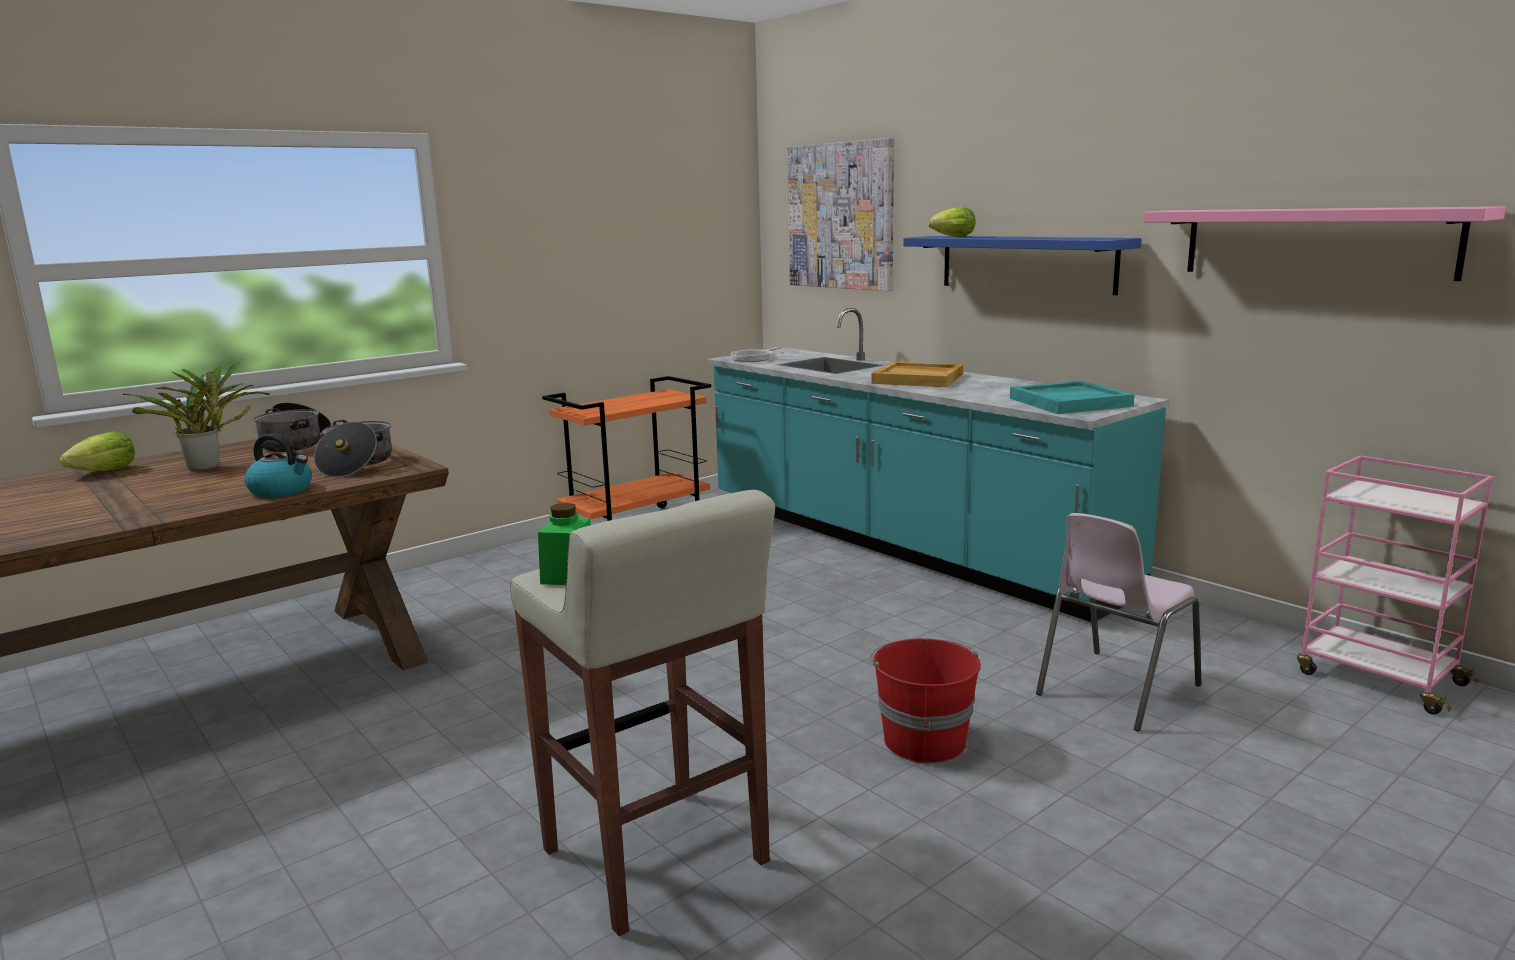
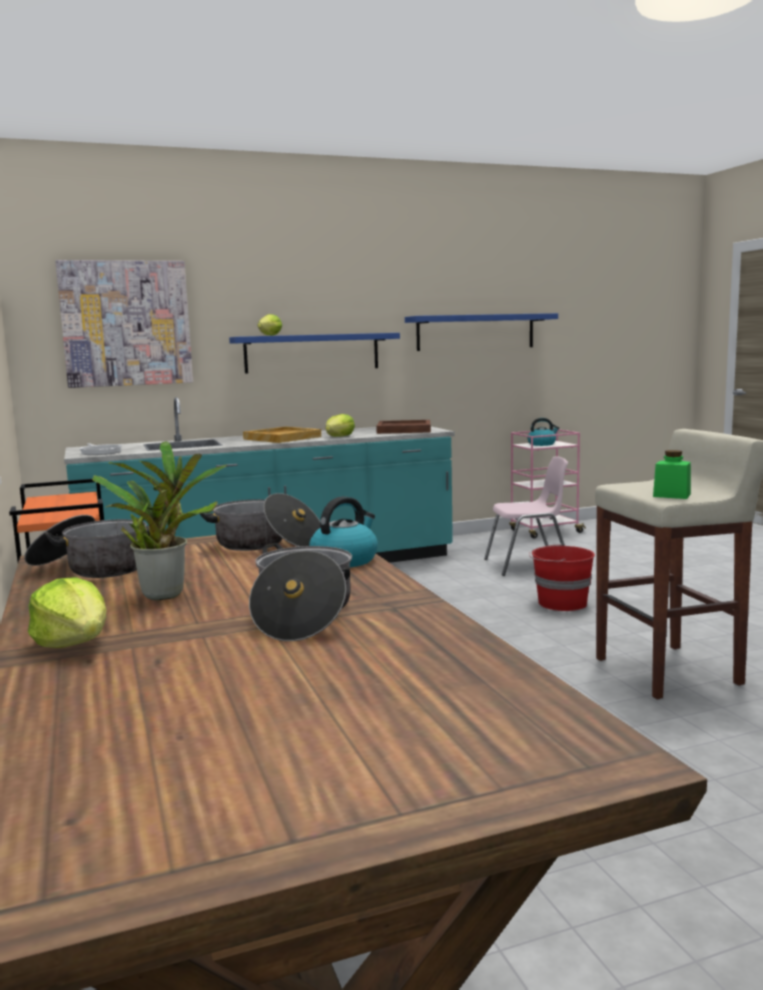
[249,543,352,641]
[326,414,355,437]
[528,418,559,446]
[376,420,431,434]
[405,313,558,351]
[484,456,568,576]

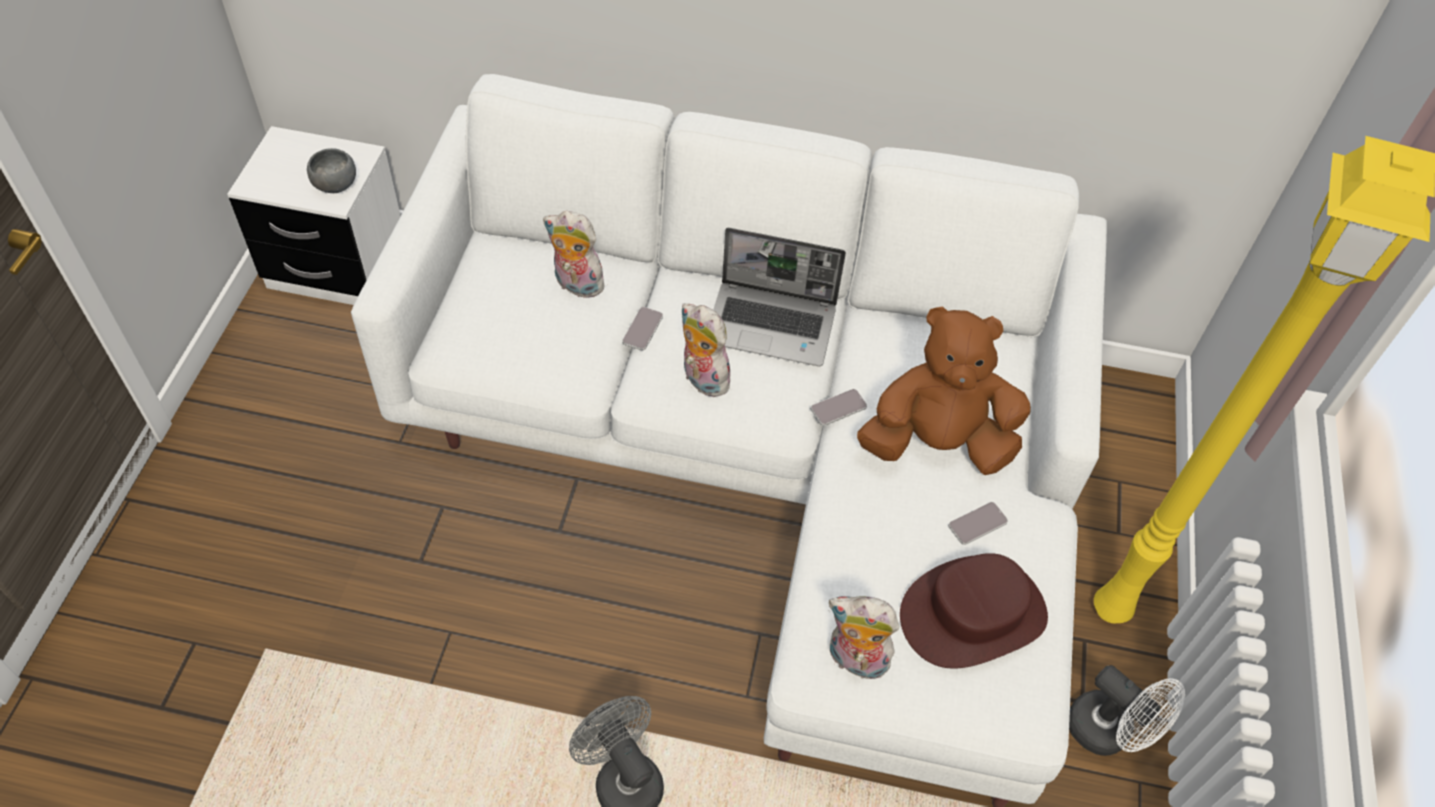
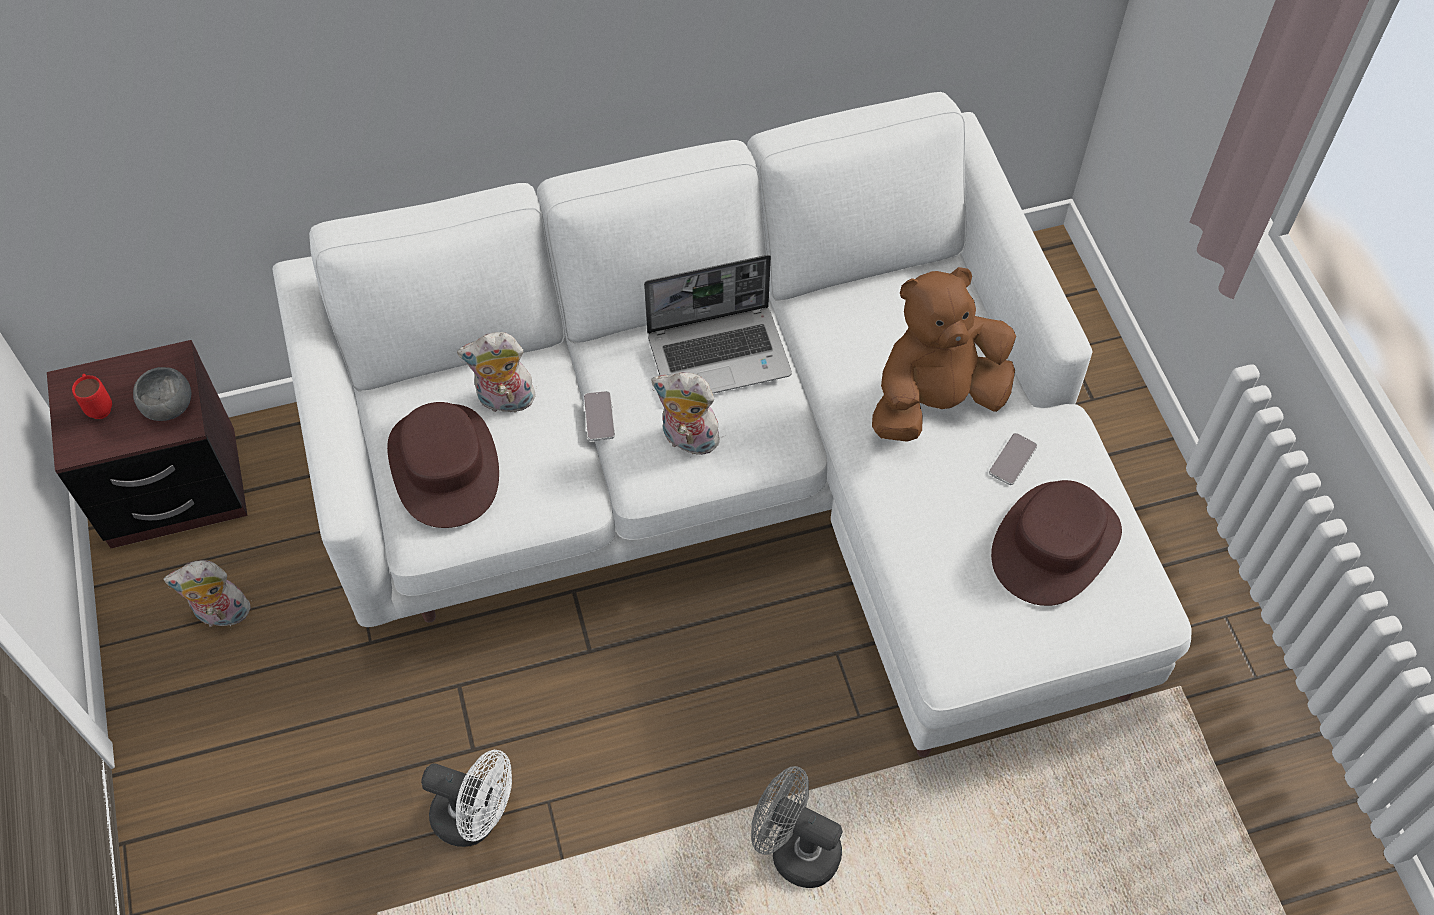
[811,389,867,426] (first image)
[1094,136,1435,623] (first image)
[72,374,112,419]
[387,402,499,528]
[163,560,252,627]
[421,750,512,847]
[47,340,248,548]

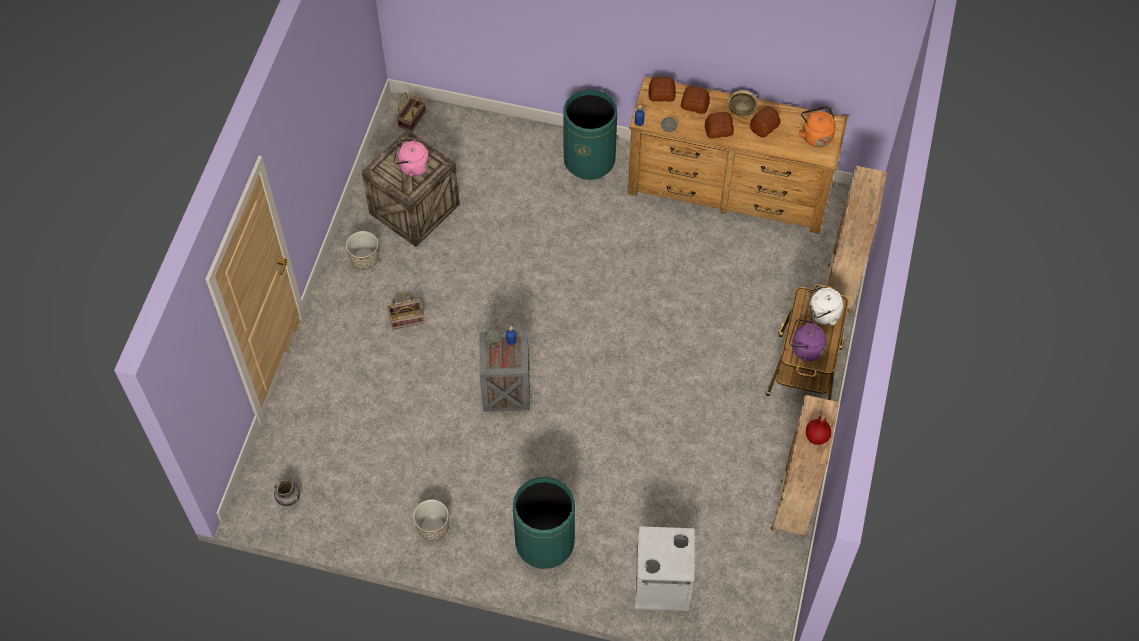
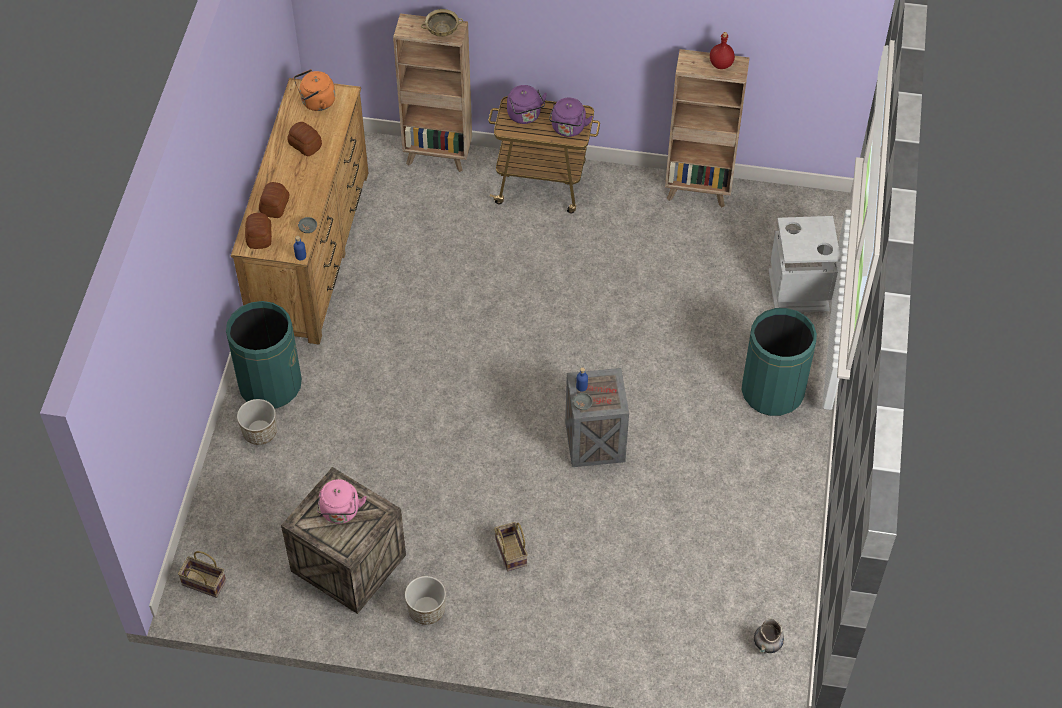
[705,112,734,139] (first image)
[237,399,277,445]
[421,9,463,37]
[507,85,547,124]

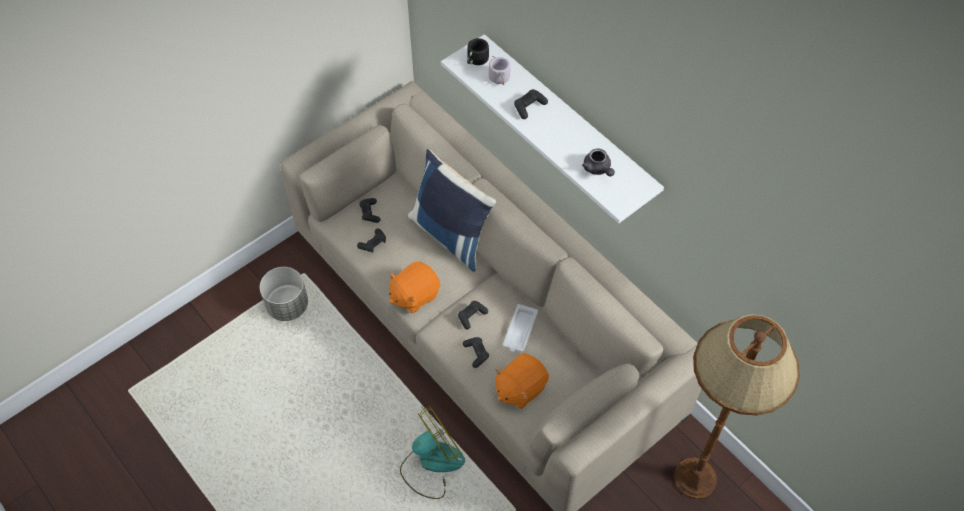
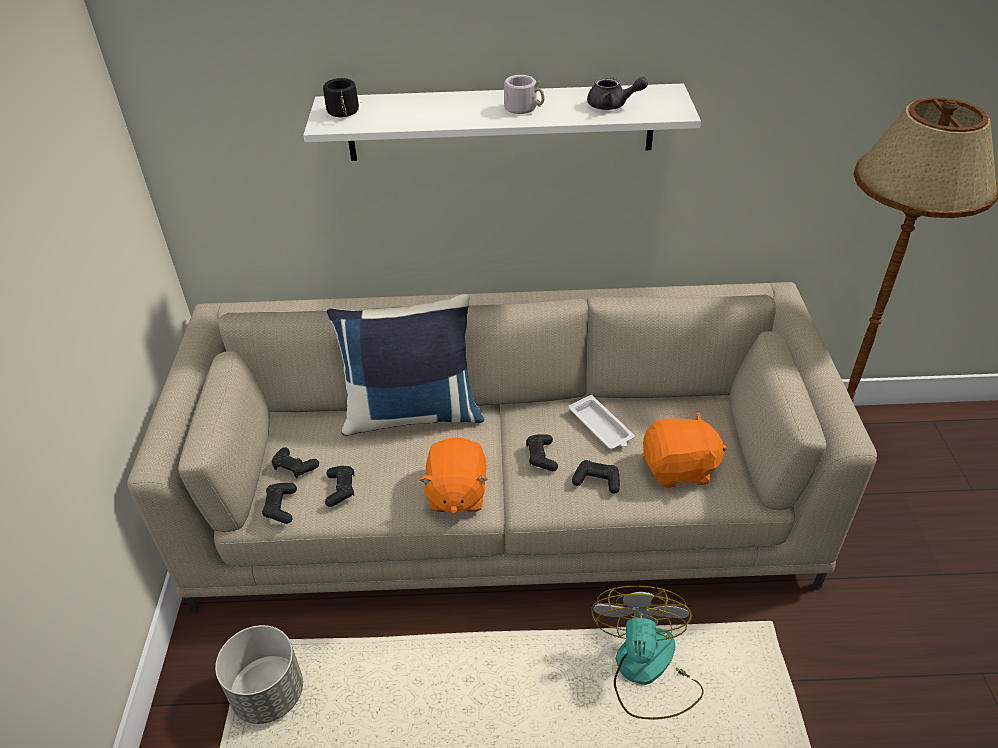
[504,75,545,114]
[262,483,297,524]
[642,412,727,488]

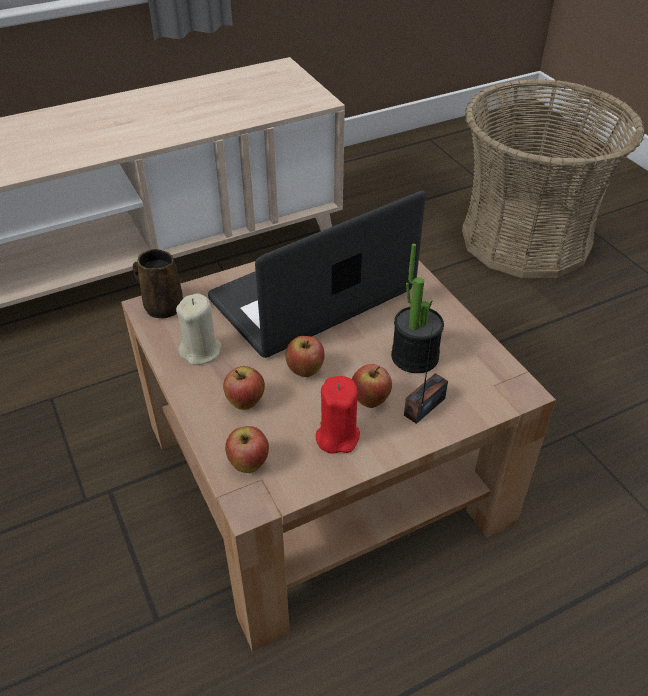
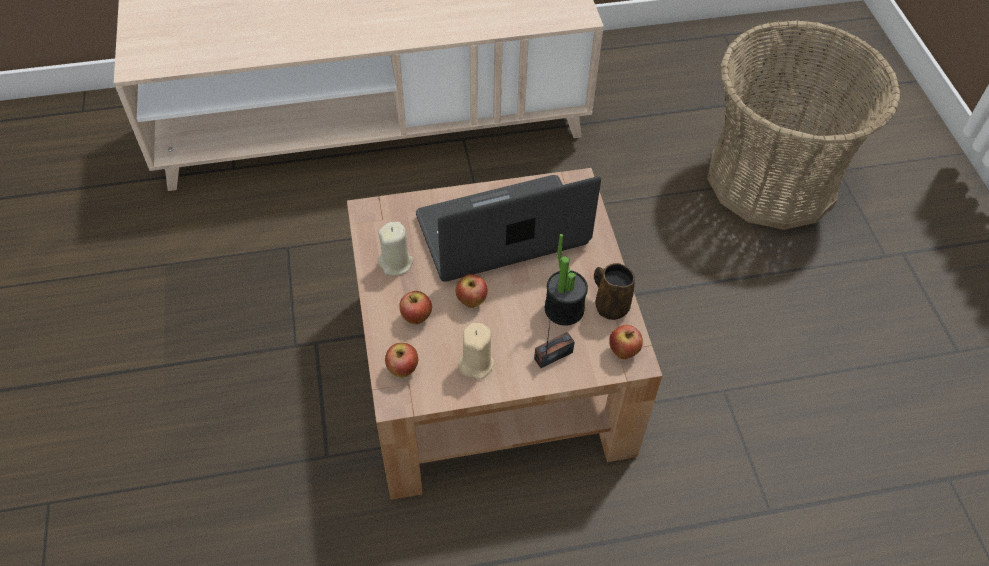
[594,263,635,320]
[609,325,643,359]
[459,323,494,379]

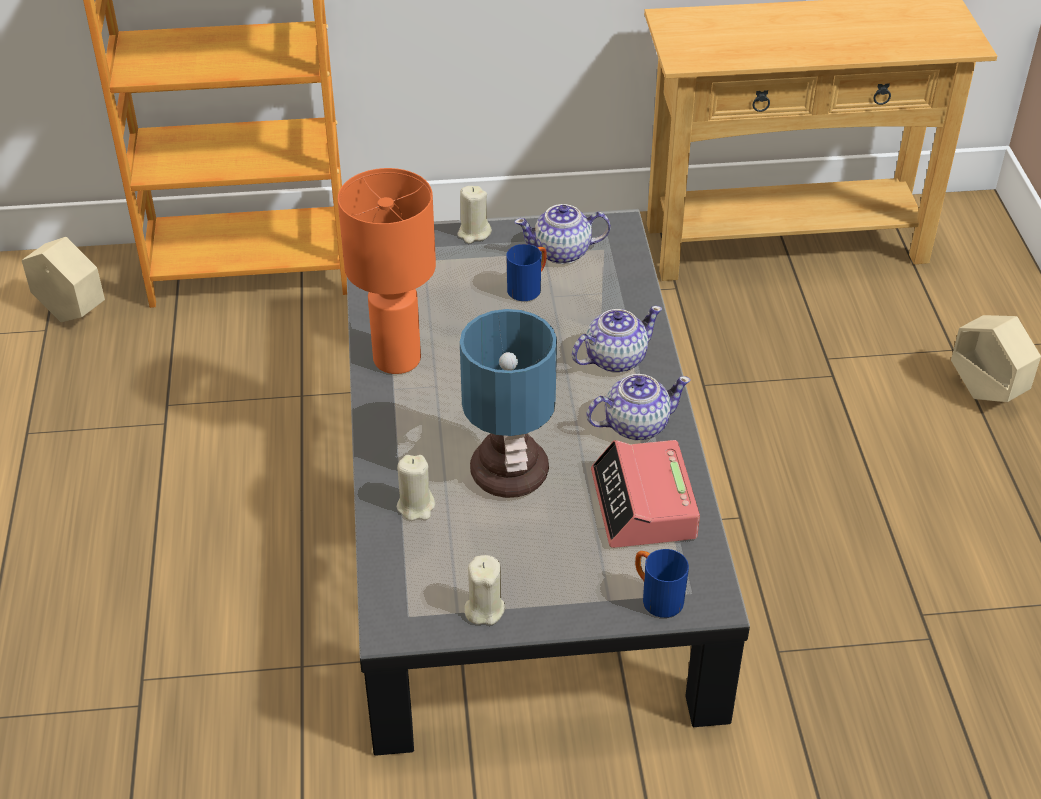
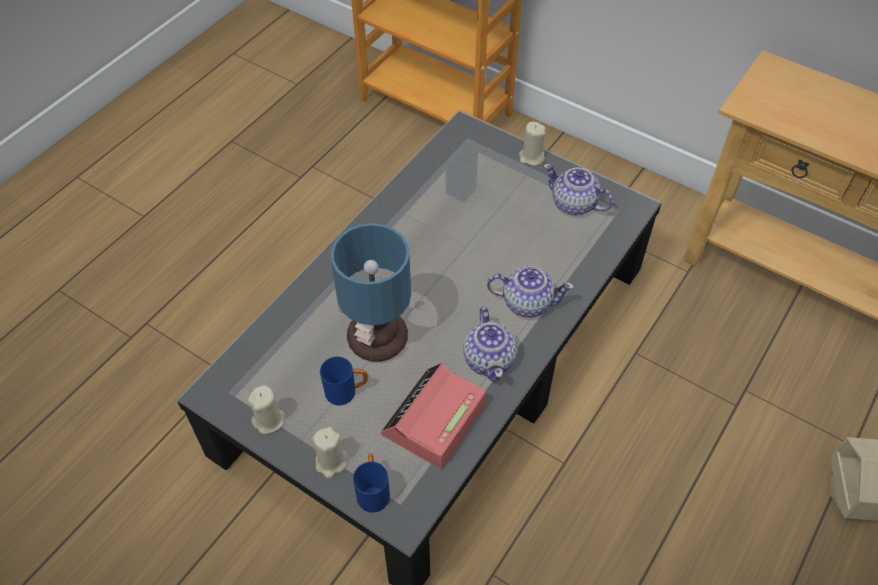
[22,237,105,322] (first image)
[338,168,436,374] (first image)
[313,427,348,479]
[320,357,368,405]
[463,307,517,382]

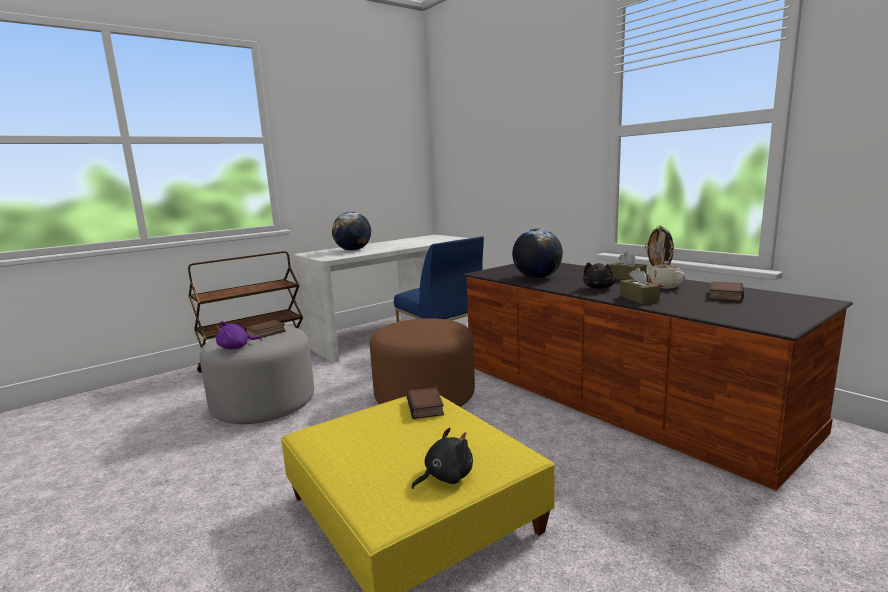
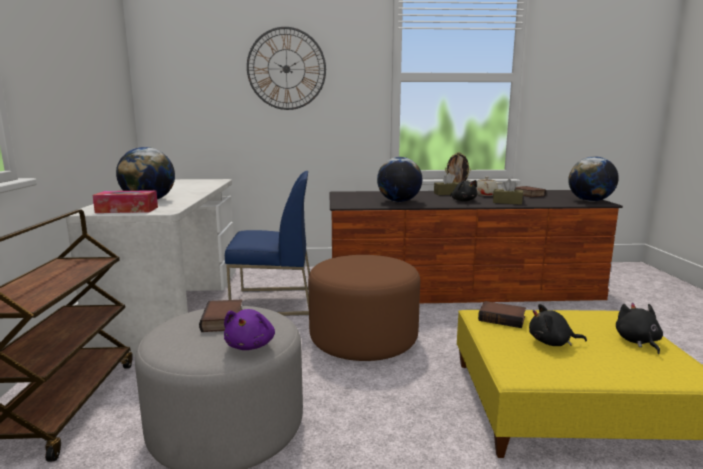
[93,190,158,213]
[247,27,326,110]
[529,304,587,346]
[568,157,619,202]

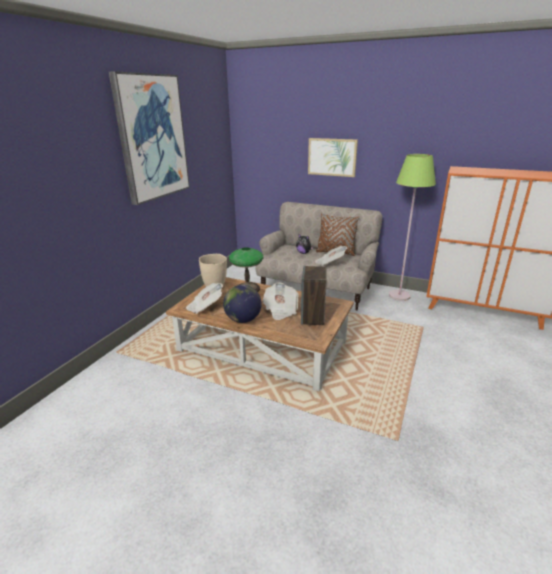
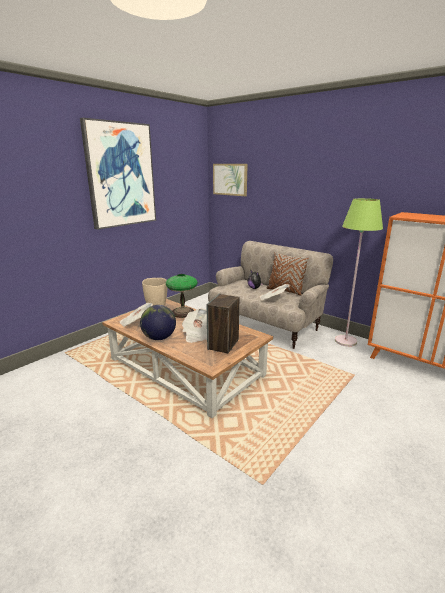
[213,164,248,196]

